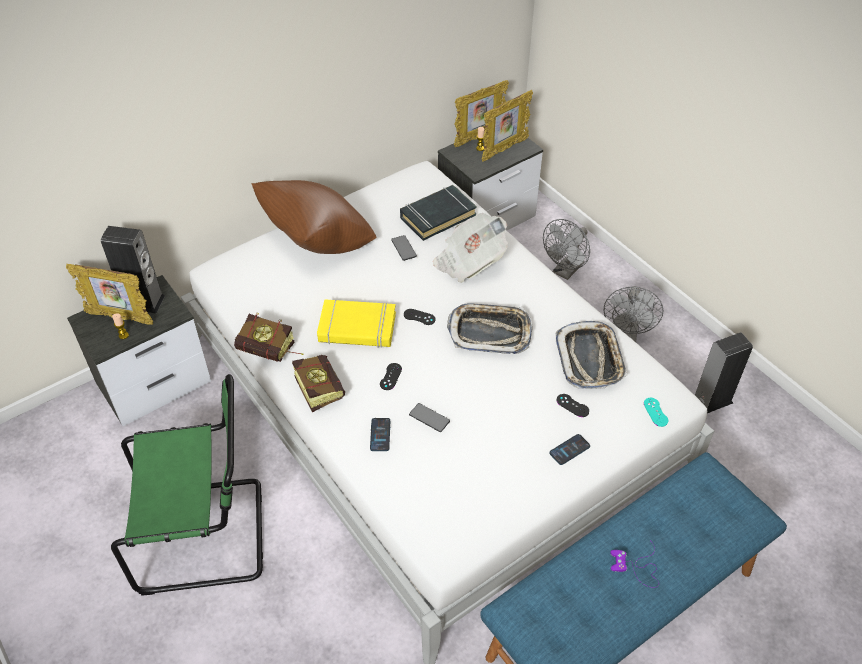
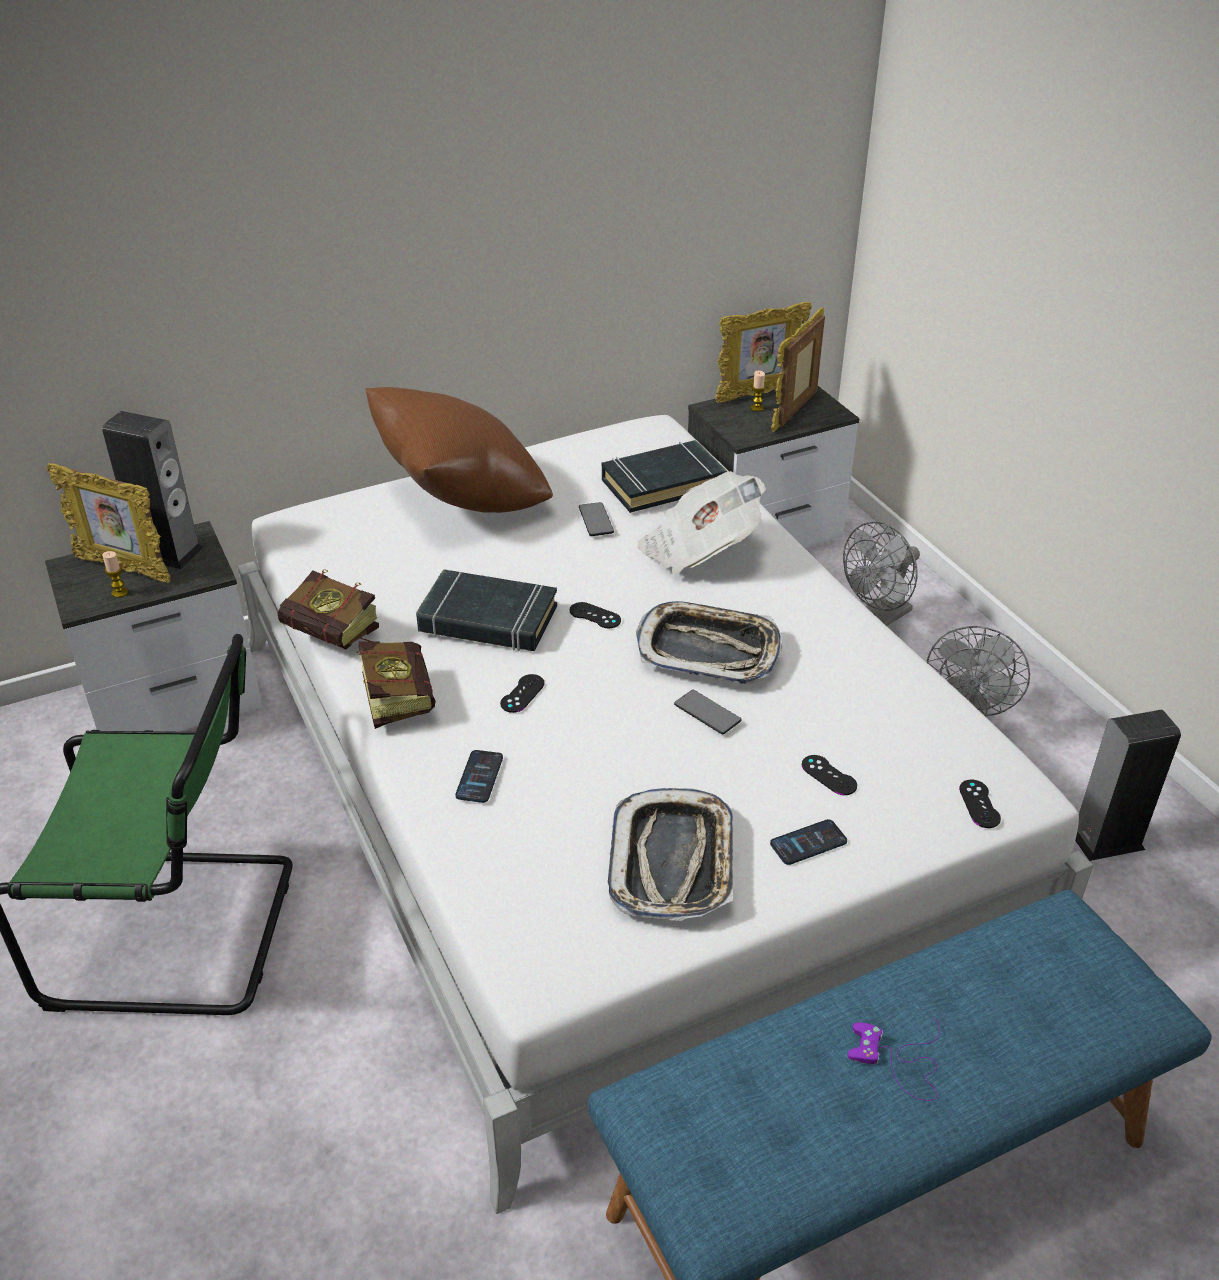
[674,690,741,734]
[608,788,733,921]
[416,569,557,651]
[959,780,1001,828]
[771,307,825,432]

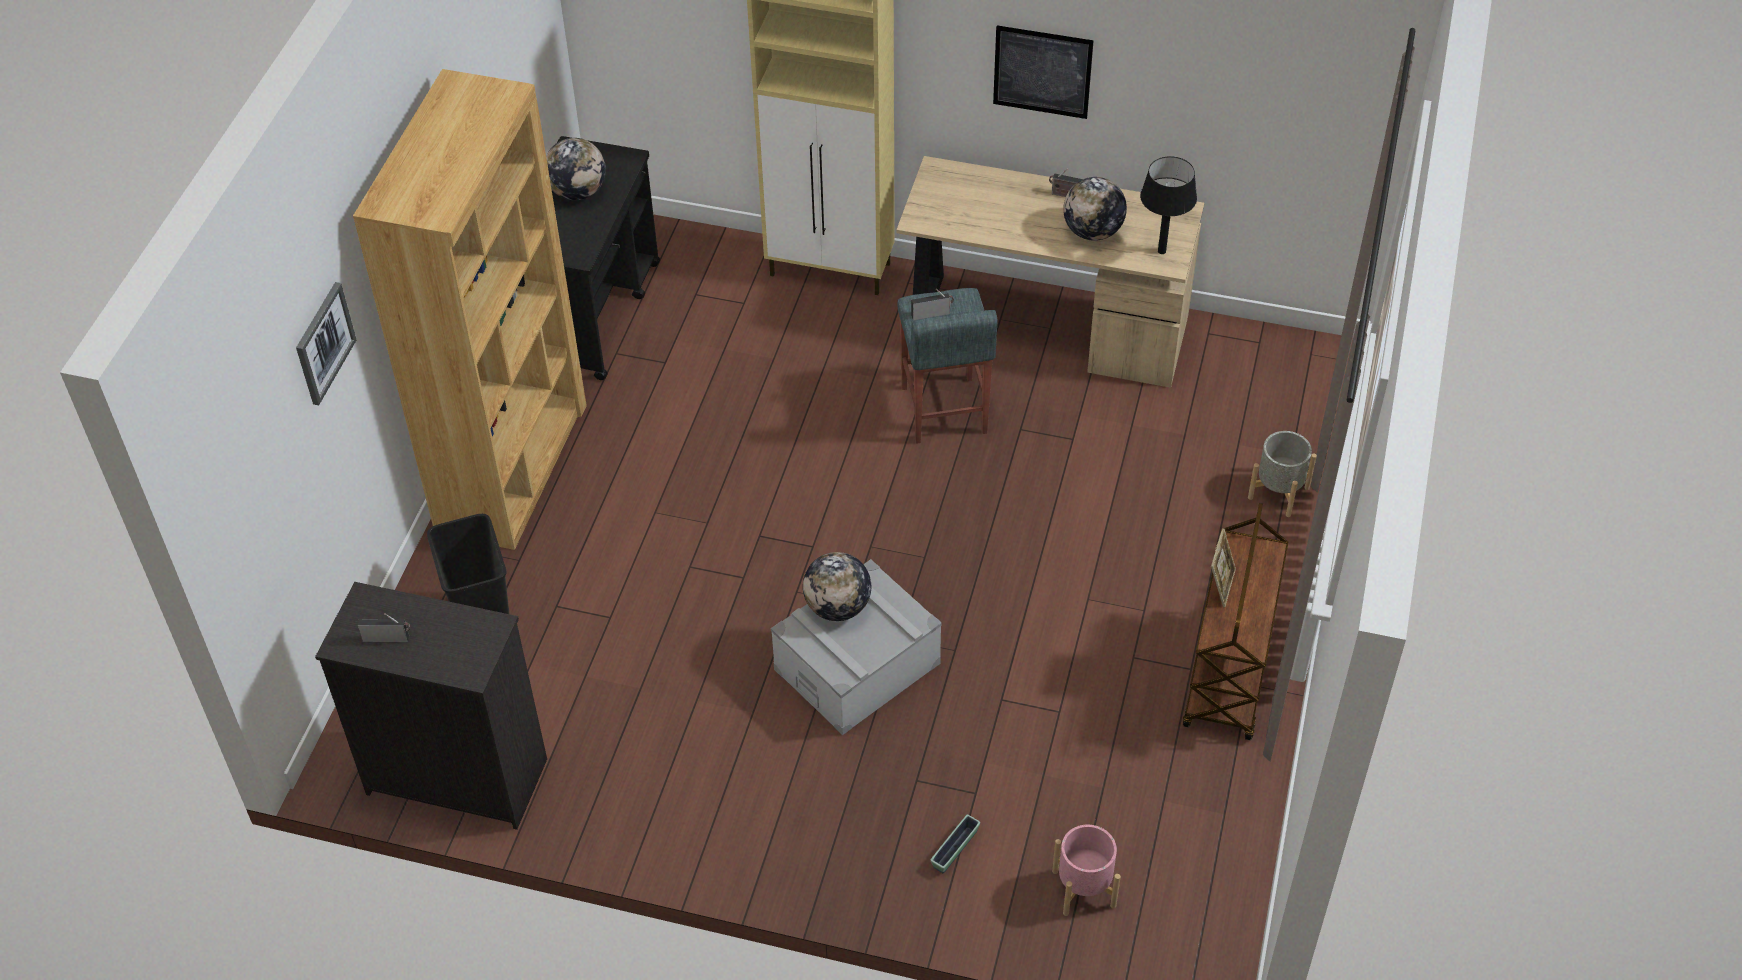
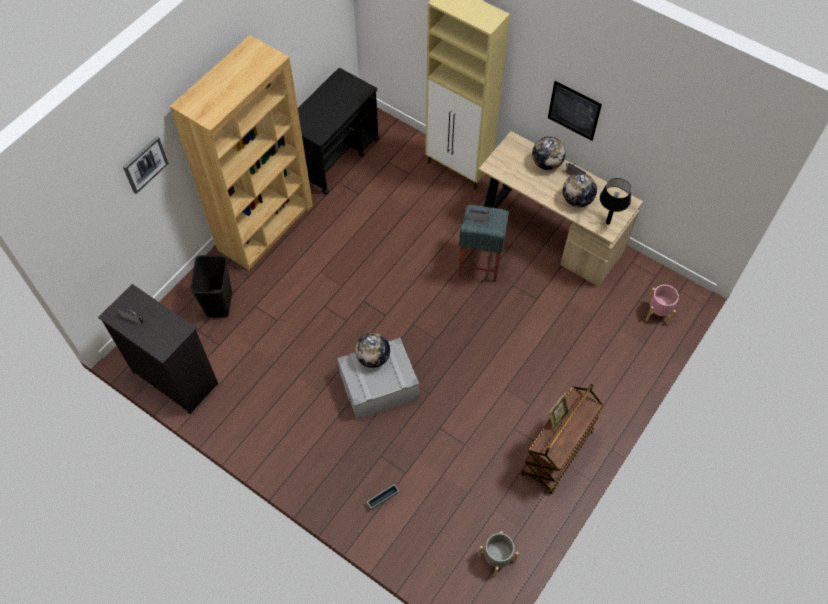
[532,137,566,170]
[646,285,679,325]
[478,531,519,577]

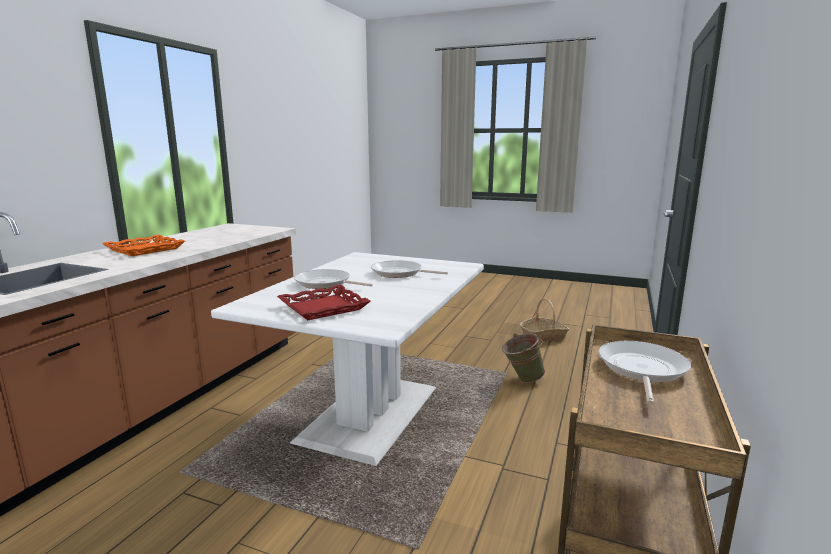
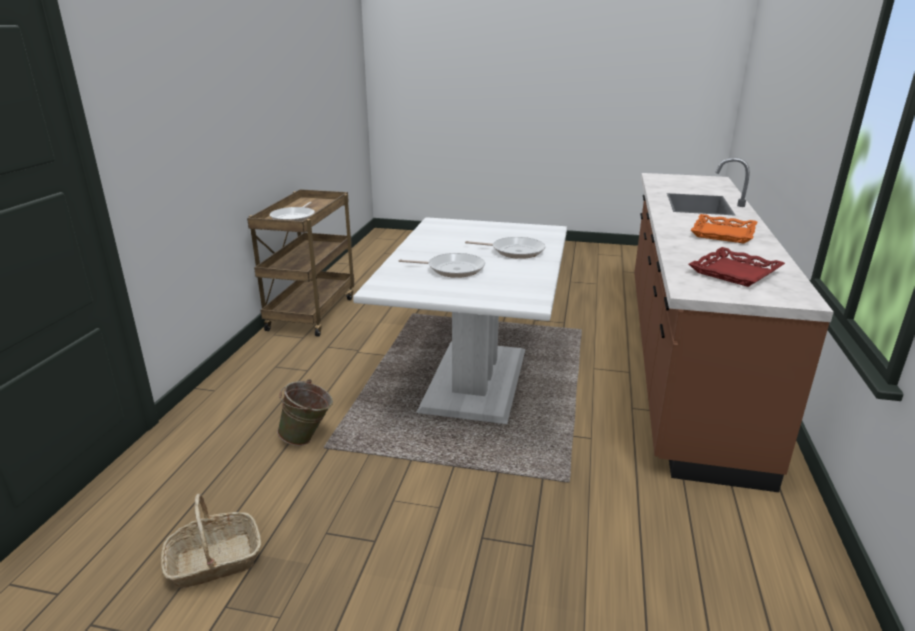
[689,247,785,287]

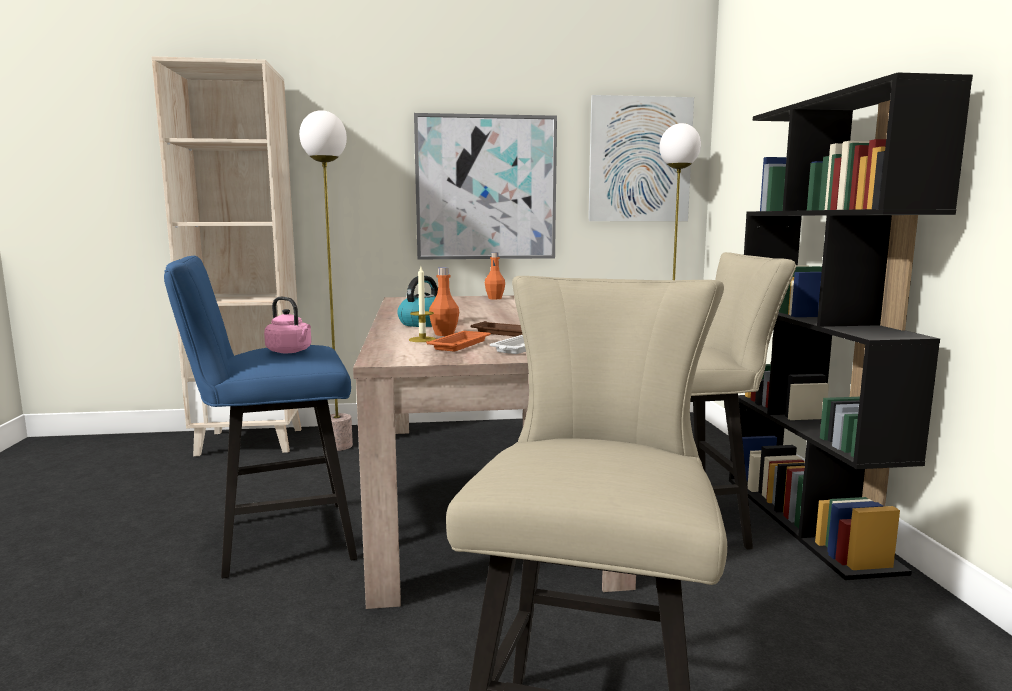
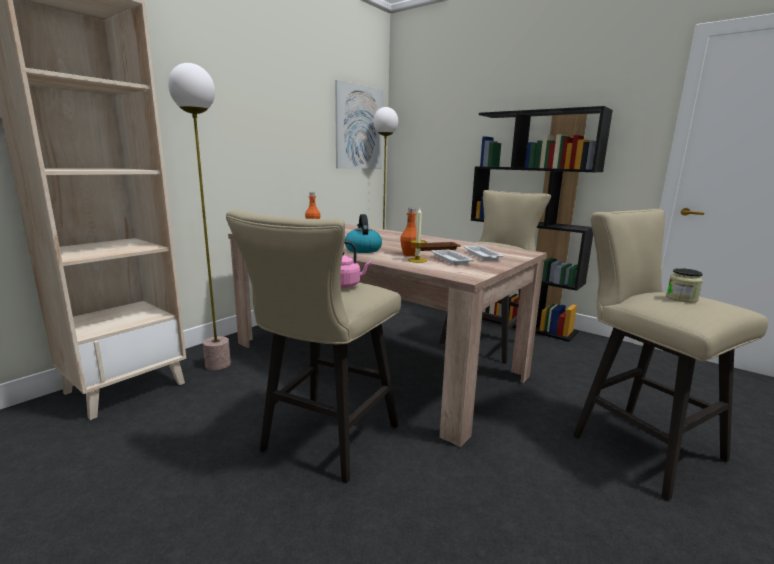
[414,113,557,259] (first image)
[666,268,703,303]
[226,210,401,483]
[431,250,474,265]

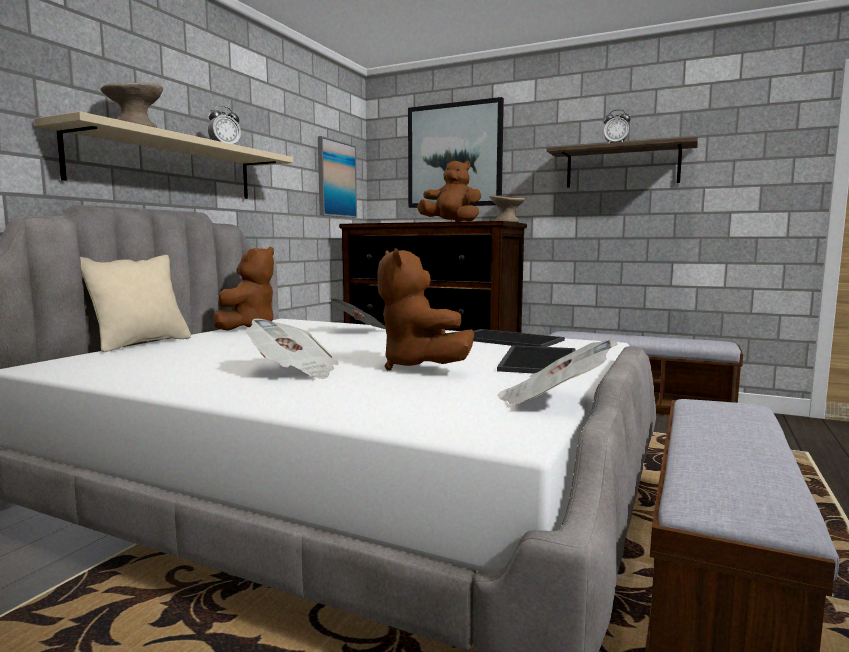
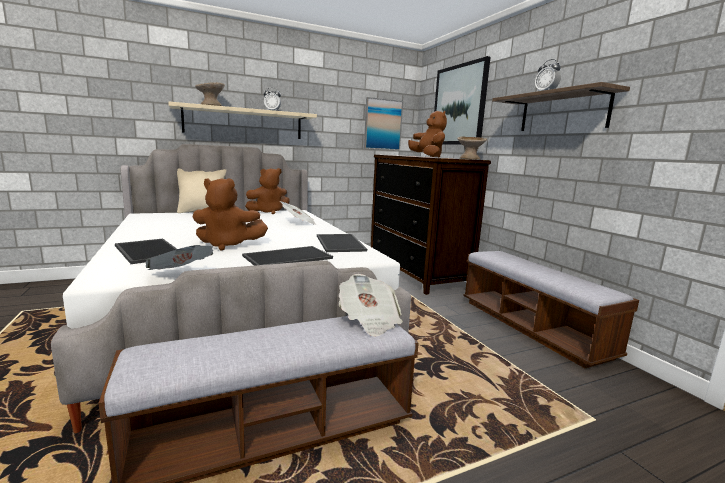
[115,239,177,264]
[339,274,403,337]
[192,178,268,251]

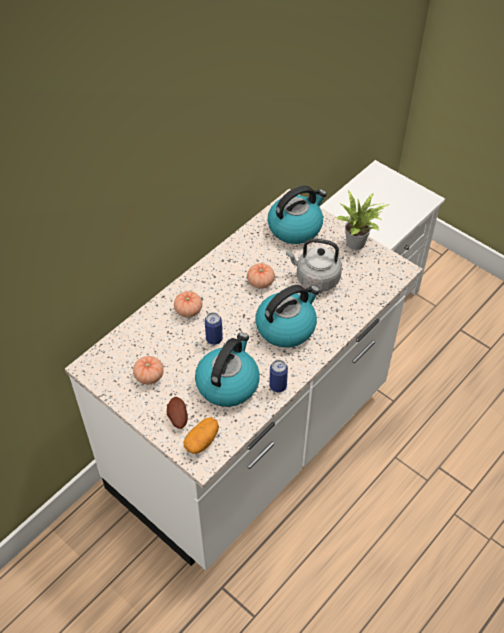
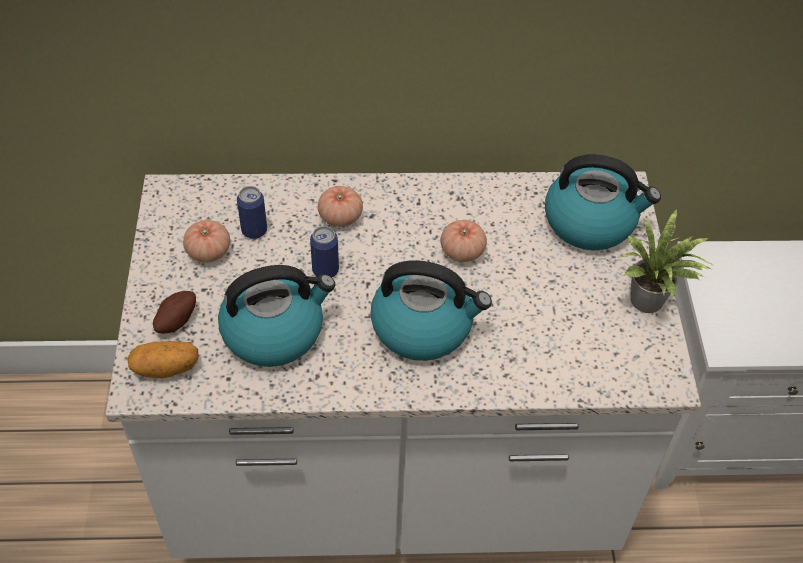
[286,238,342,292] (first image)
[237,186,267,239]

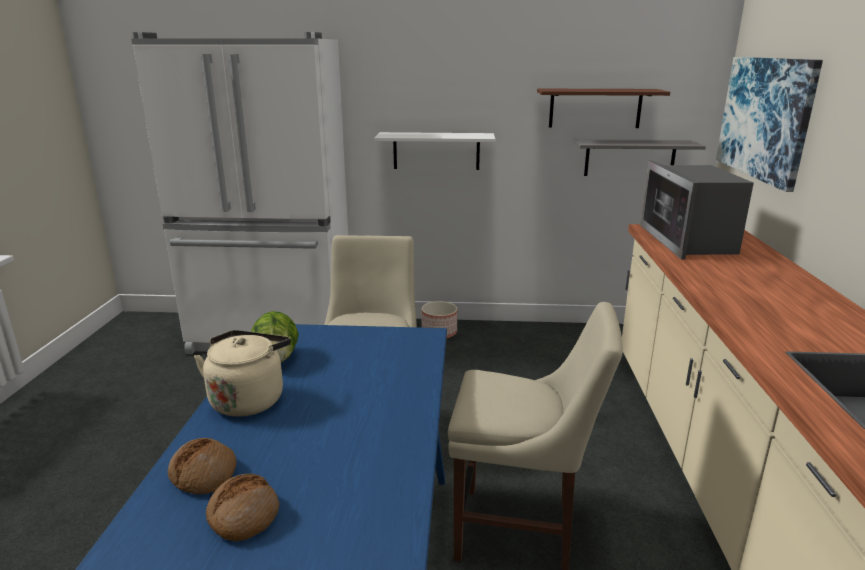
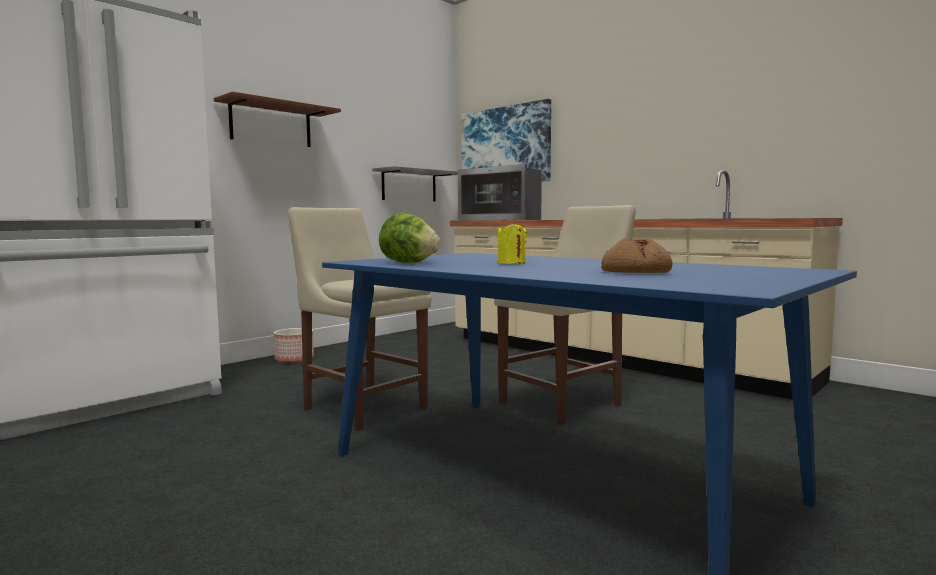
[168,438,236,494] (first image)
[194,330,291,417] (first image)
[374,132,495,170] (first image)
[497,221,527,264]
[214,92,341,147]

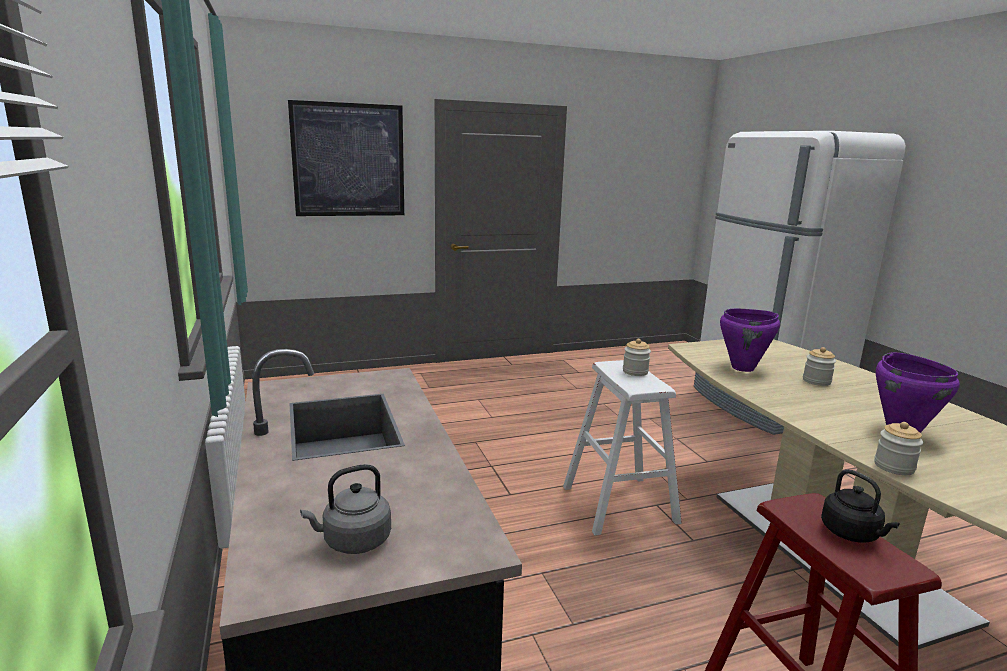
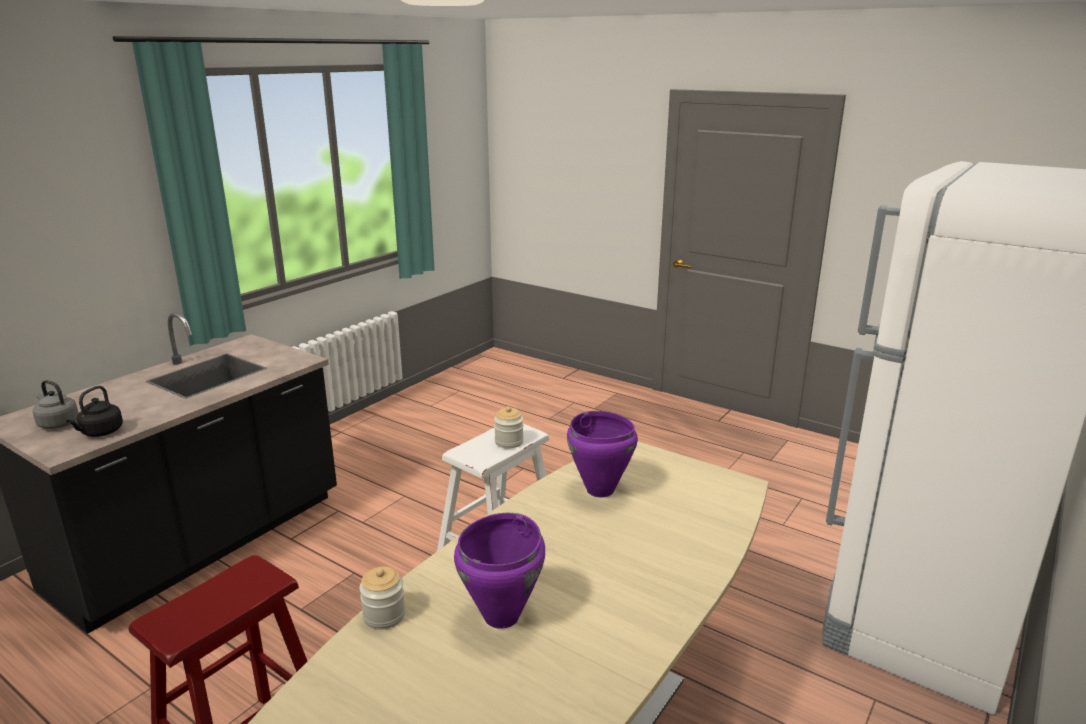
[288,100,404,216] (first image)
[803,347,836,386] (first image)
[66,386,123,437]

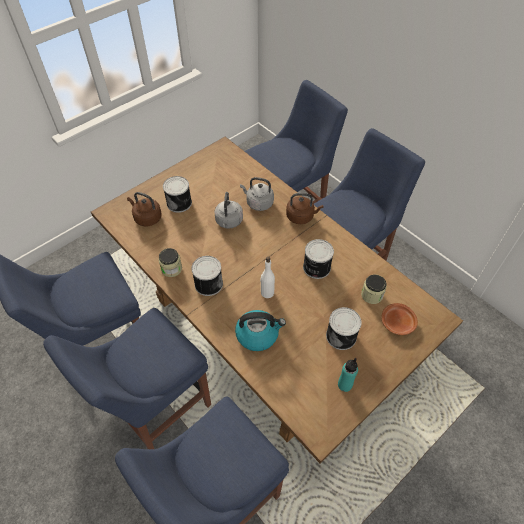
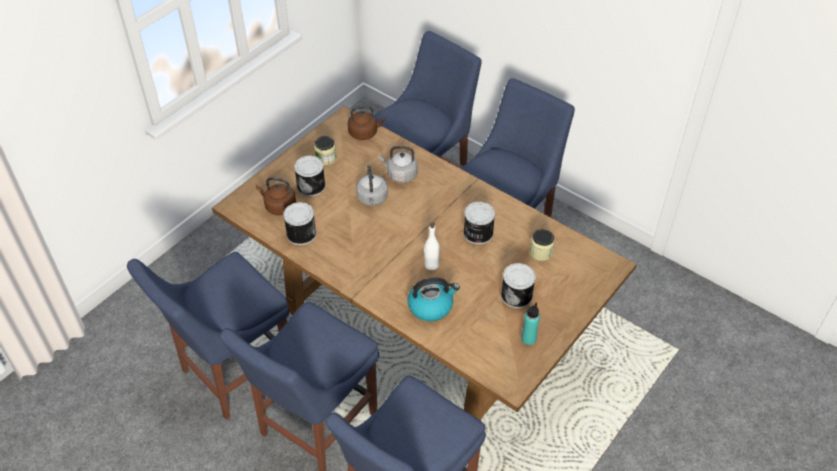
[381,303,418,335] (first image)
[314,136,337,165]
[283,202,317,245]
[348,106,386,140]

